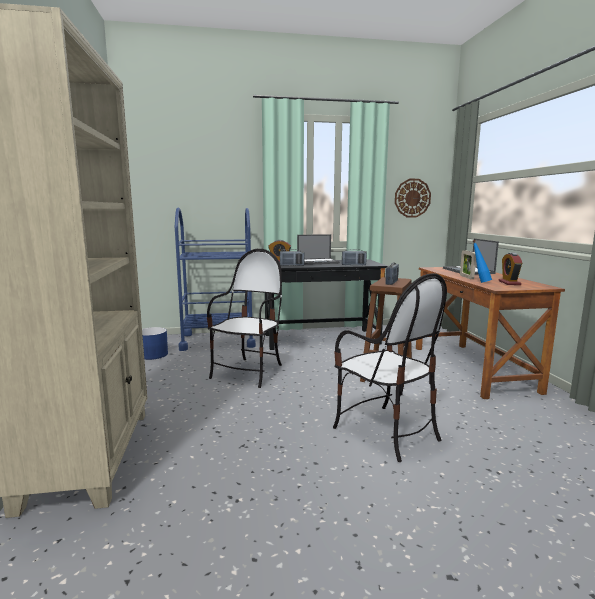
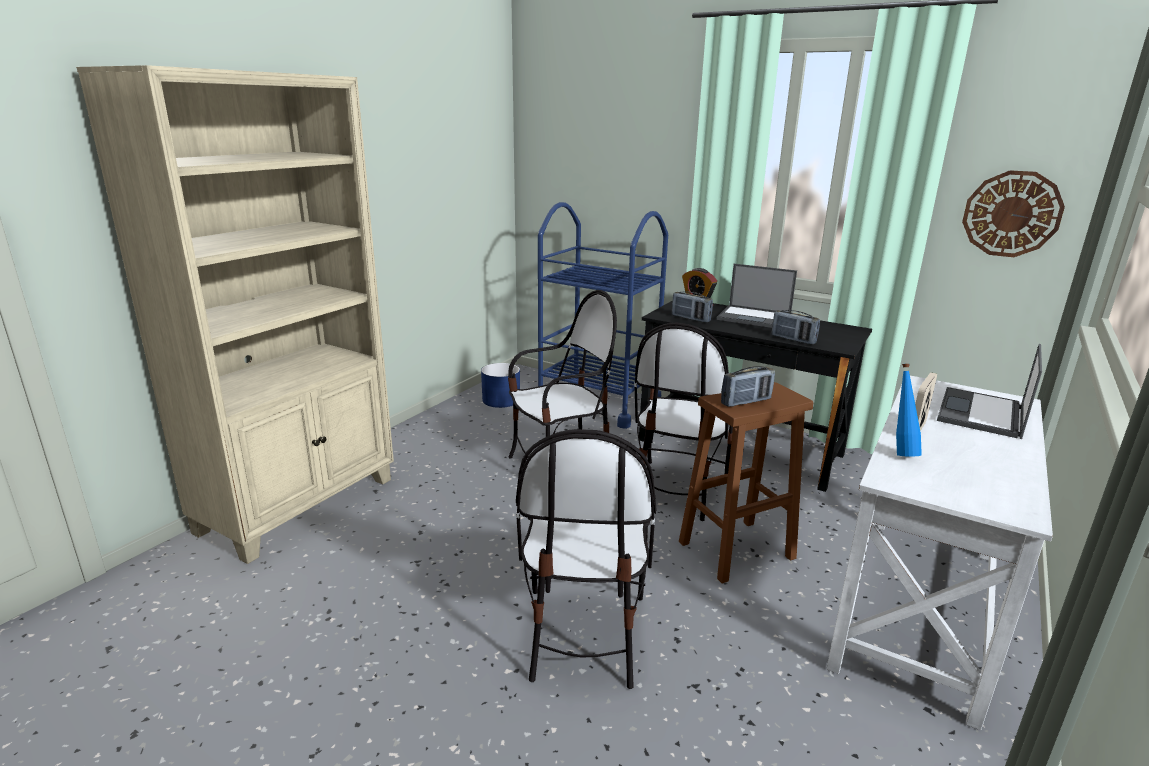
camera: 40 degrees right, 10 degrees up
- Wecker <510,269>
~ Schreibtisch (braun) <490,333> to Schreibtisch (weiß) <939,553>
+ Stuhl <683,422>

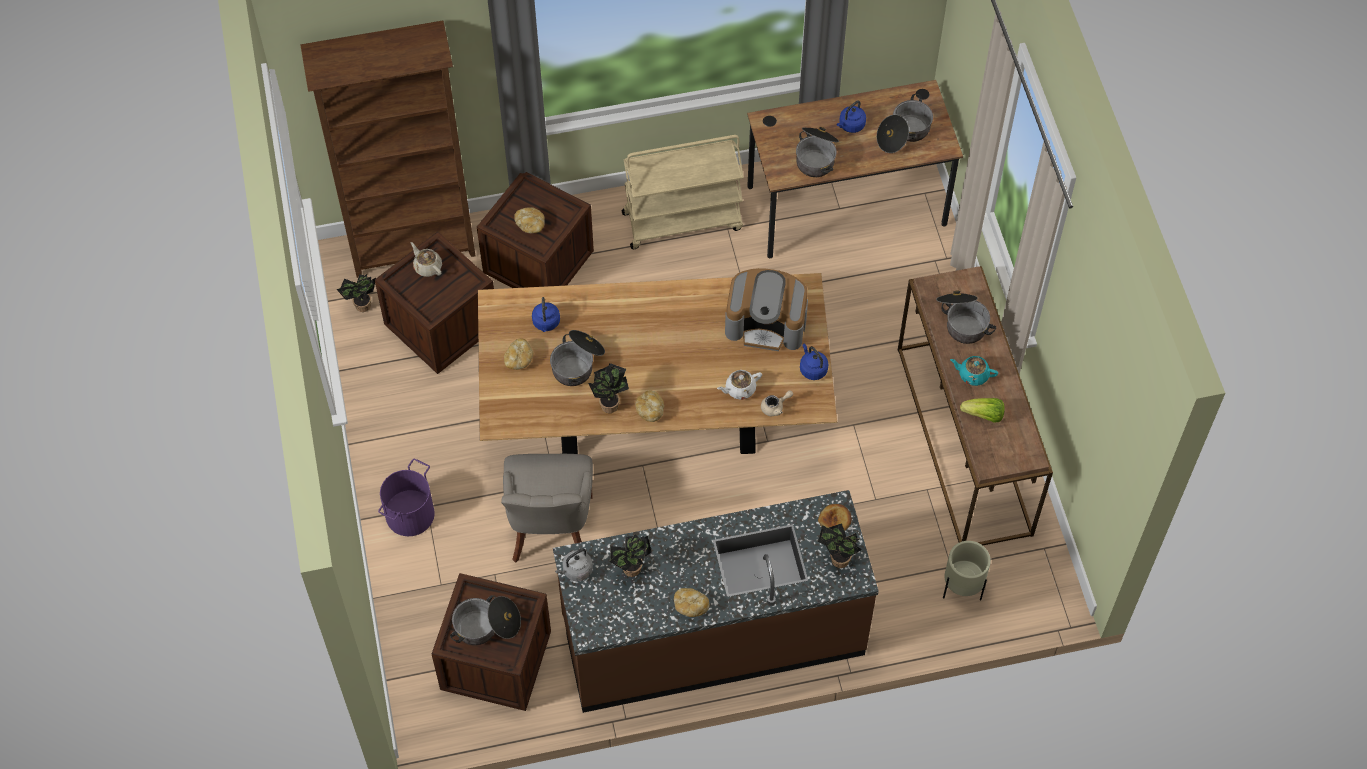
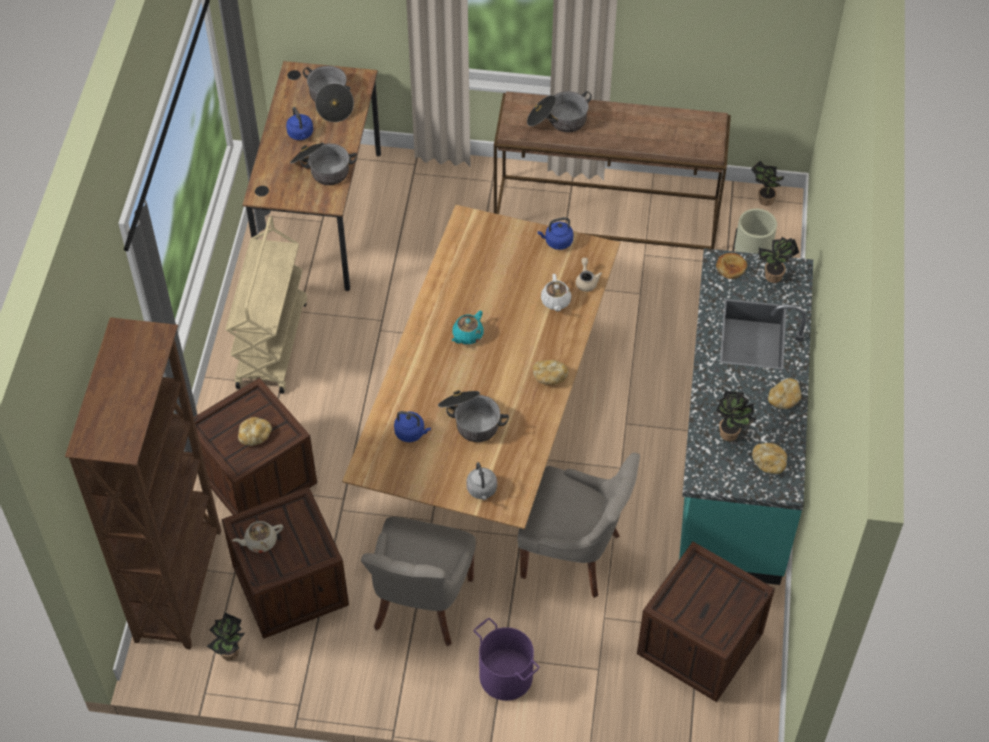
camera: 70 degrees left, 5 degrees down
- Kaffeemaschine <766,309>
~ Brot <519,354> to <769,458>
~ Teekanne (türkis) <974,371> to <468,327>
~ Topfpflanze <608,388> to <767,183>
- Salatkopf <982,410>
~ Küchenzeile (braun) <716,601> to Küchenzeile (türkis) <746,416>
~ Wasserkessel (grau) <574,564> to <481,481>
- Kochtopf <485,620>
+ Stuhl (grau) <418,581>

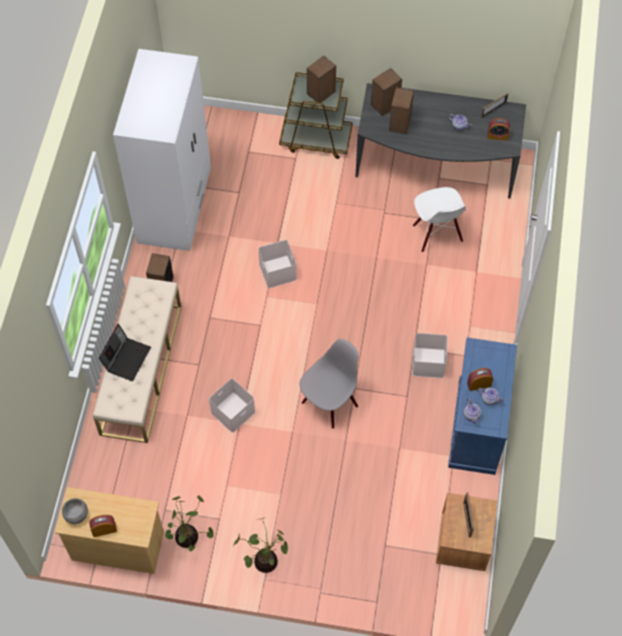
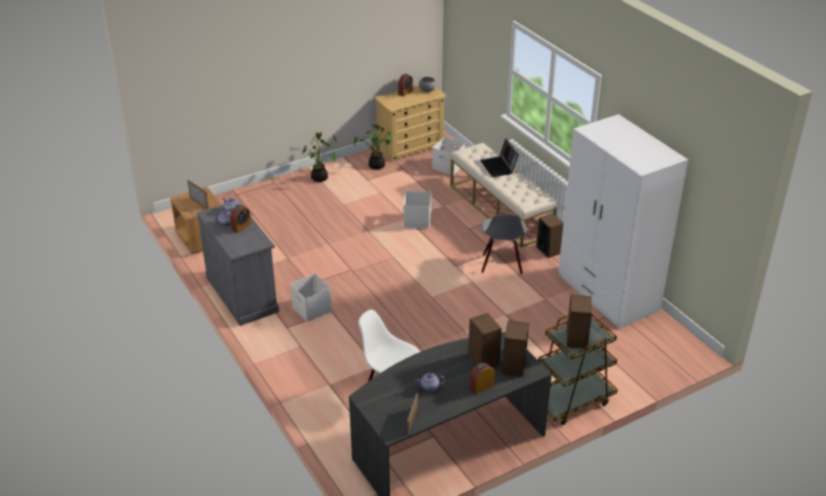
camera: 140 degrees right, 25 degrees down
~ Wecker <498,129> to <482,378>
~ Aufbewahrungsbox (weiß) <277,264> to <448,156>
~ Schrank (blau) <482,406> to Schrank (grau) <238,263>
~ Stuhl (grau) <329,384> to <503,245>

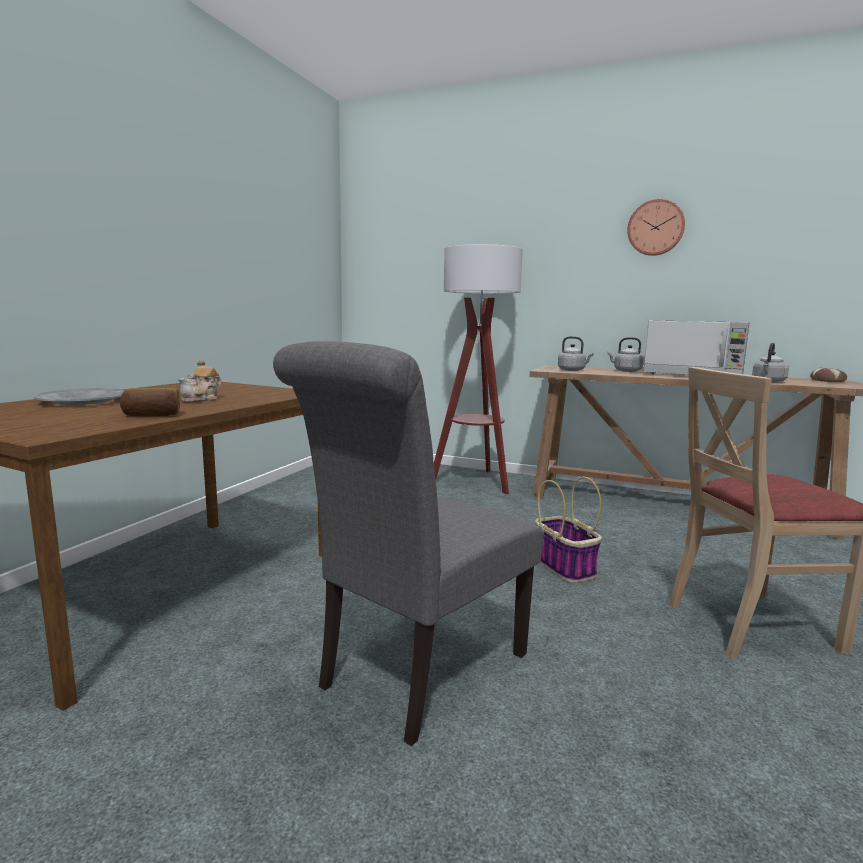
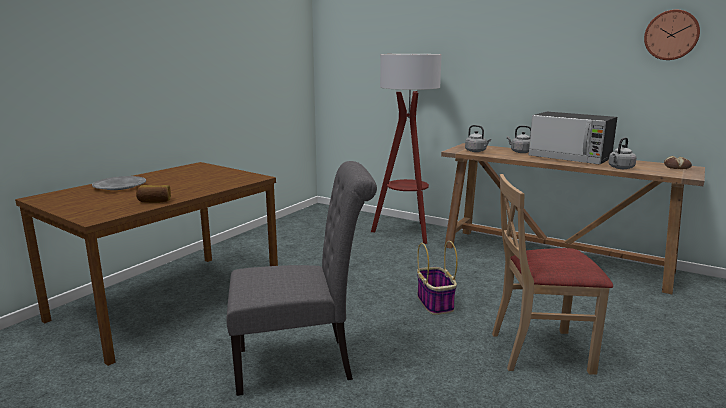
camera: 10 degrees right, 5 degrees up
~ Wanduhr <656,227> to <672,35>
~ Stuhl (grau) <408,543> = <301,278> 150 degrees counterclockwise
- Teekanne <199,380>

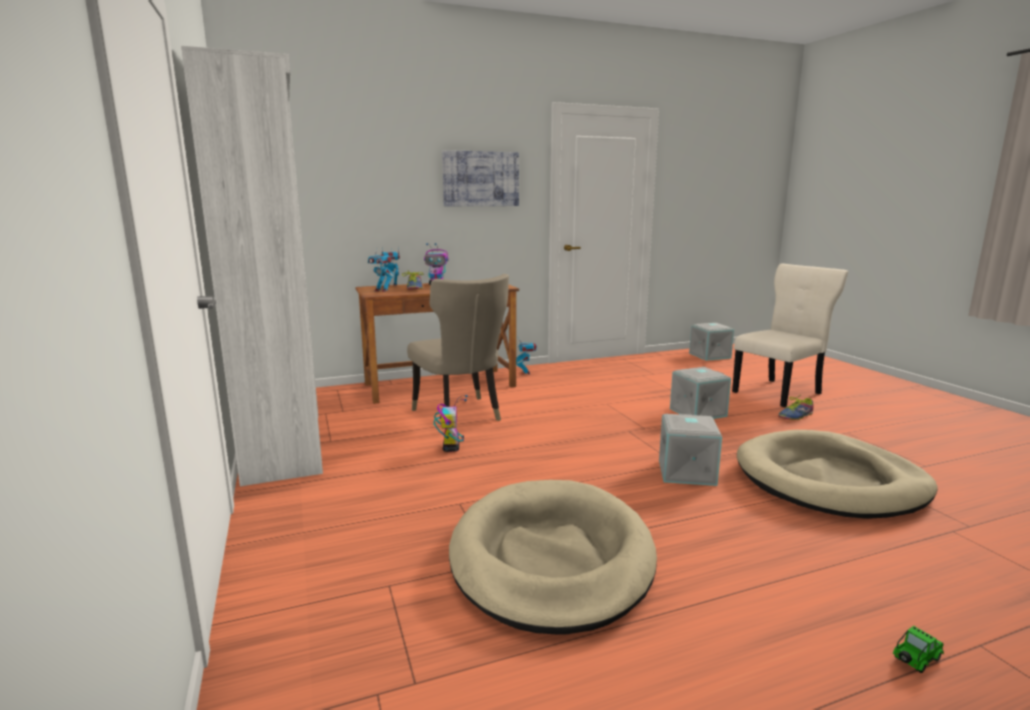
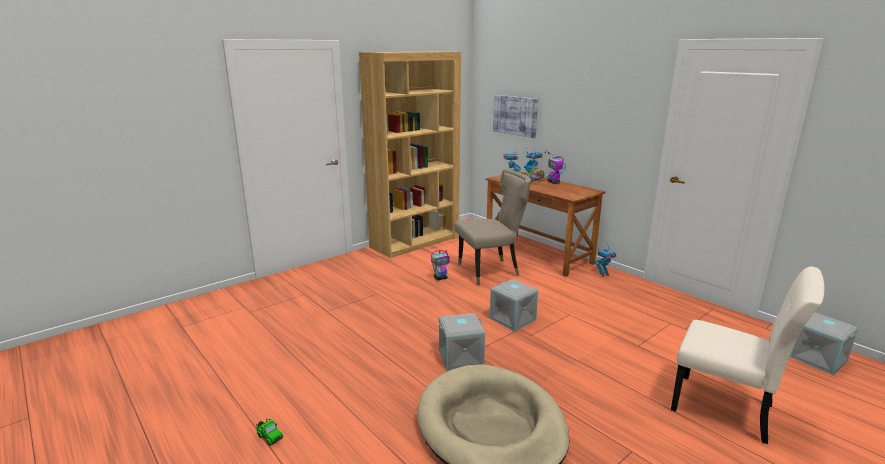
camera: 70 degrees right, 5 degrees up
~ Bücherregal (weiß) <252,266> to Bücherregal (braun) <410,155>
~ Bild <480,178> to <515,116>
~ Stuhl (beige) <458,347> = <493,227> 150 degrees counterclockwise
~ Aufbewahrungsbox (grau) <700,393> to <514,305>
- Schuh <796,407>
- Hundebett (beige) <553,557>

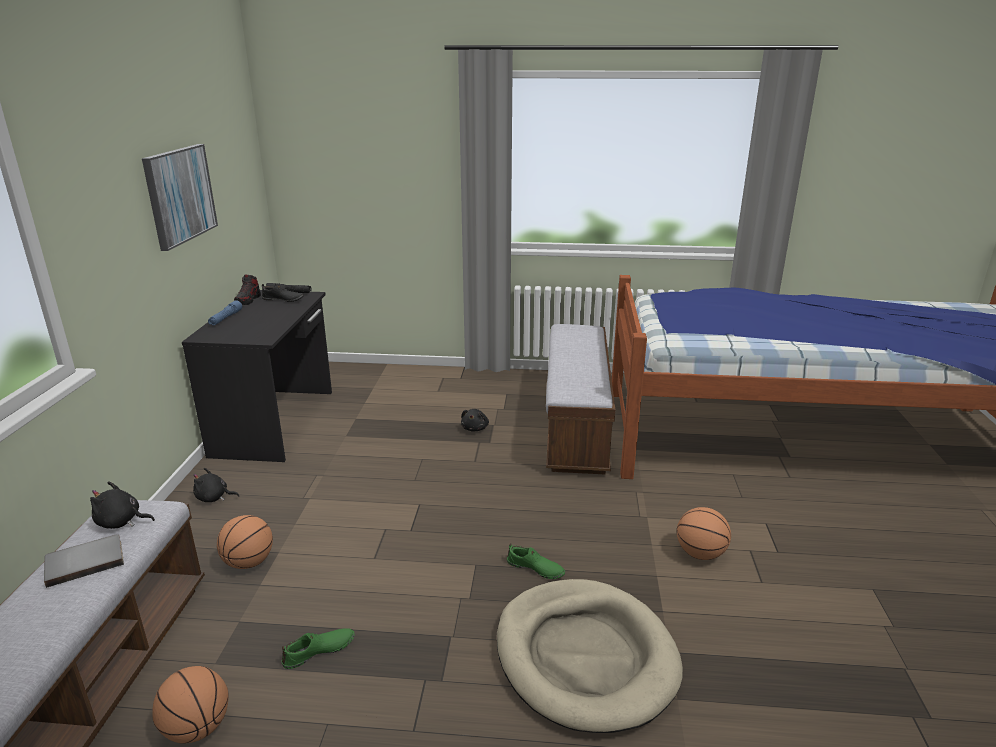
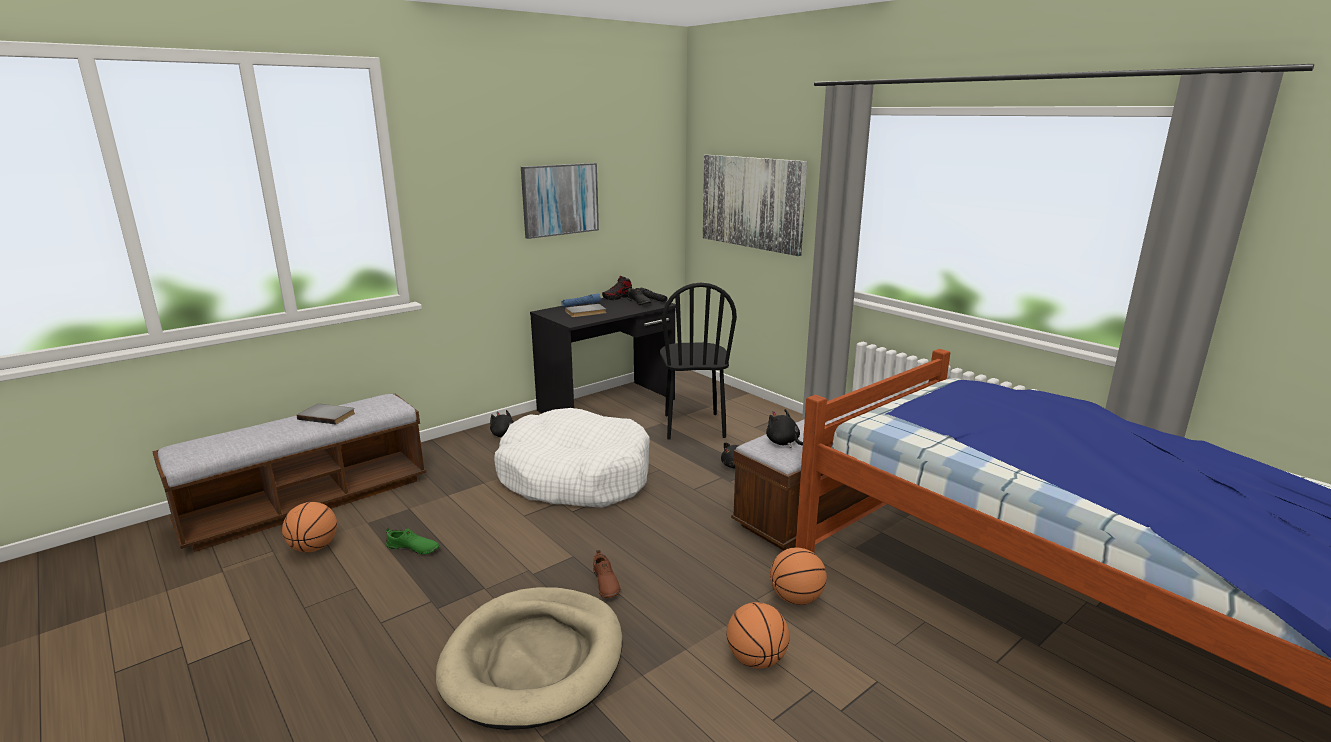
camera: 45 degrees right, 5 degrees down
~ Plüschtier (schwarz) <122,505> to <784,428>
~ Basketball <245,542> to <798,576>
~ Schuh (grün) <536,561> to Schuh (braun) <607,574>
+ Bild <755,205>
+ Stuhl (schwarz) <698,361>
+ Buch (grau) <585,310>
+ Hundebett (weiß) <572,458>

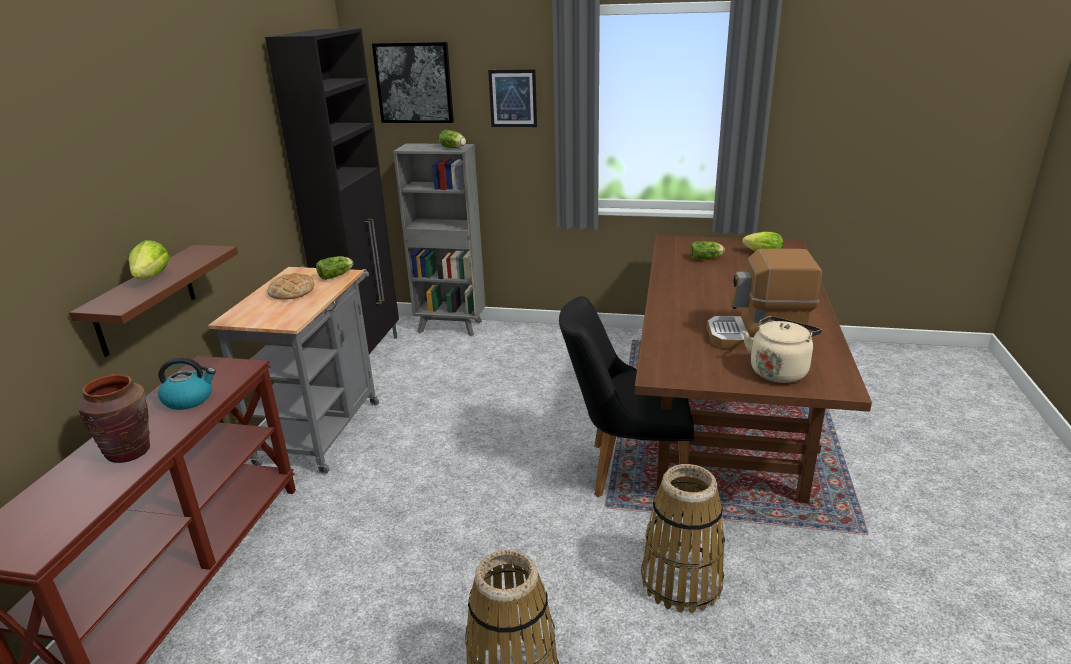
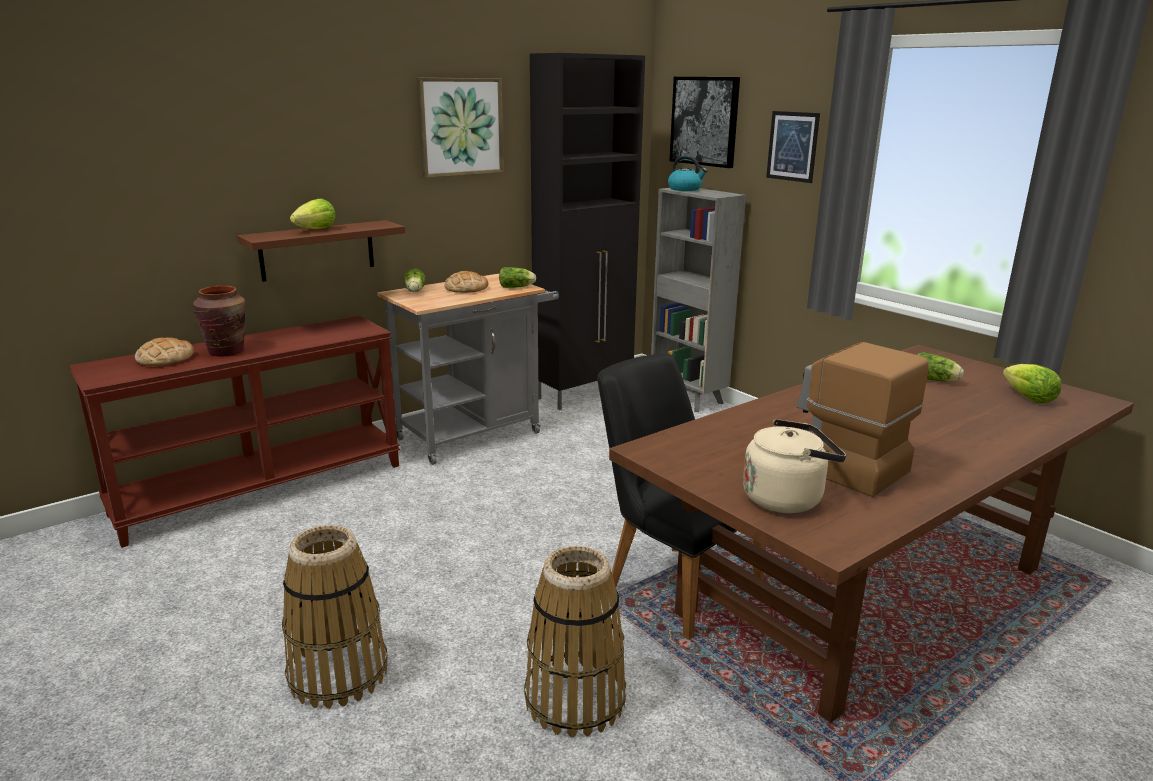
camera: 40 degrees right, 5 degrees down
~ Salatkopf <452,139> to <414,280>
~ Wasserkessel <187,383> to <687,173>
+ Bild <460,128>
+ Brot <164,351>

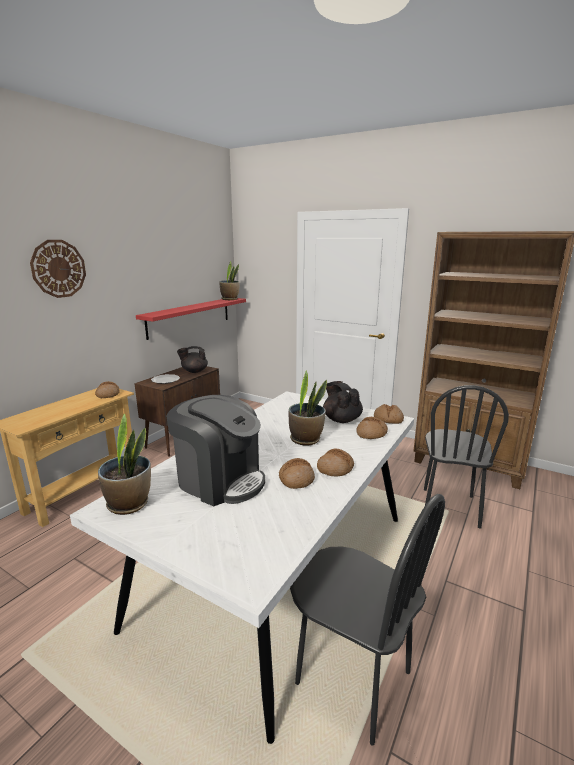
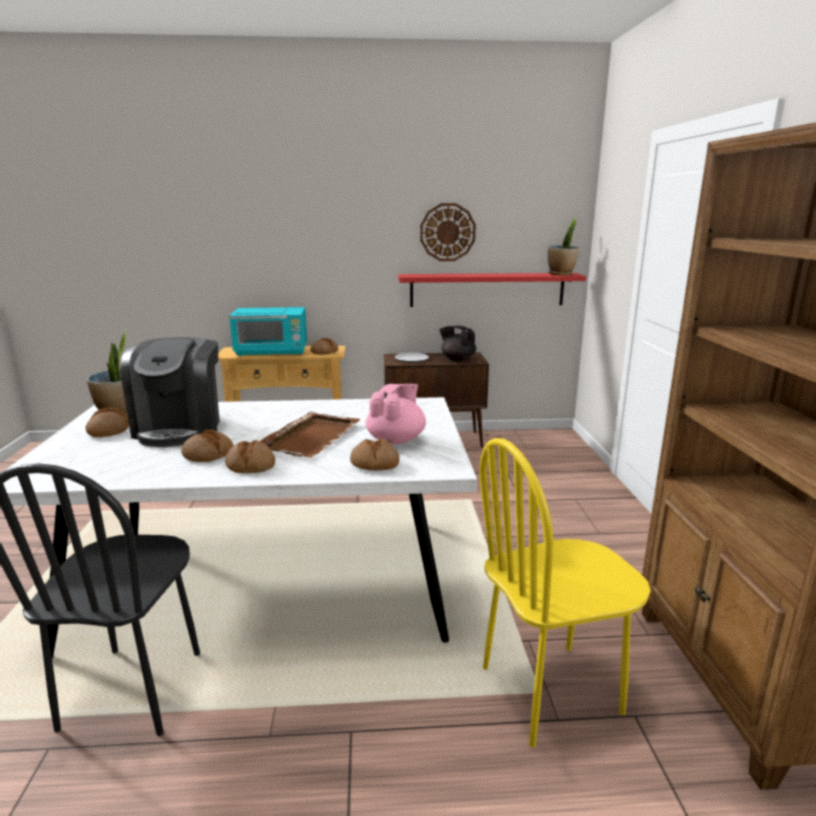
camera: 55 degrees right, 0 degrees up
~ Wanduhr <58,269> to <448,232>
~ Topfpflanze <308,407> to Tablett (braun) <310,435>
~ Teekanne (schwarz) <343,402> to Teekanne (rosa) <396,414>
~ Stuhl (schwarz) <466,457> to Stuhl (gelb) <565,593>
~ Brot <389,414> to <107,422>
+ Mikrowelle (türkis) <268,331>

